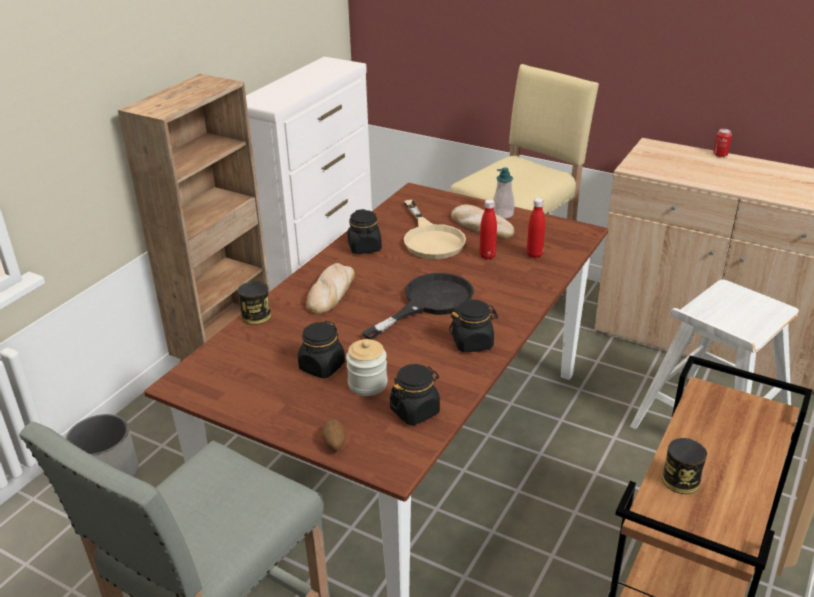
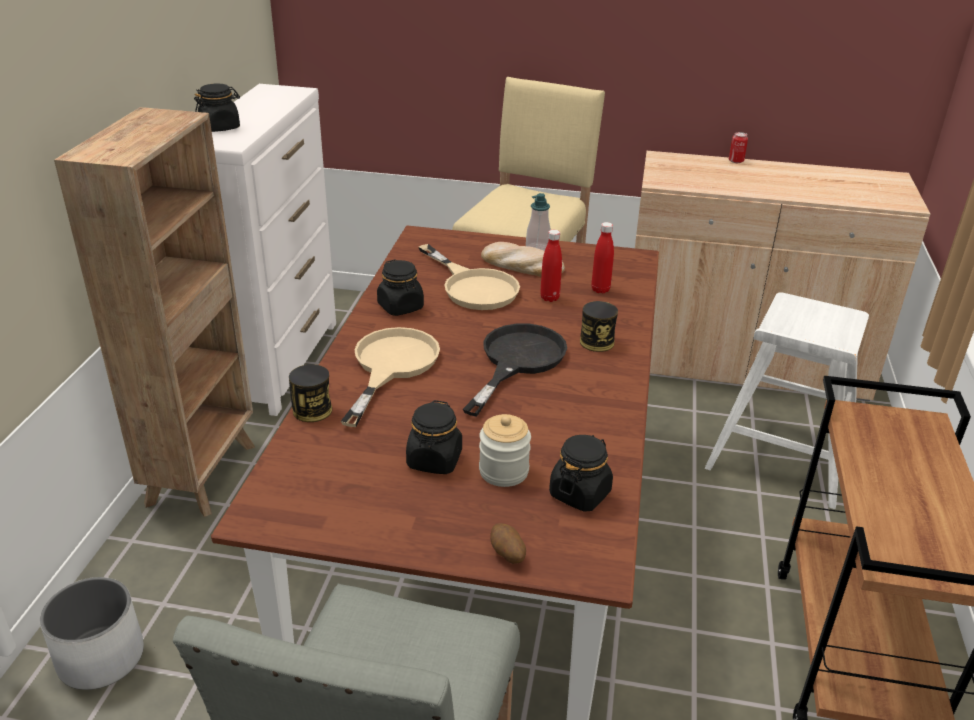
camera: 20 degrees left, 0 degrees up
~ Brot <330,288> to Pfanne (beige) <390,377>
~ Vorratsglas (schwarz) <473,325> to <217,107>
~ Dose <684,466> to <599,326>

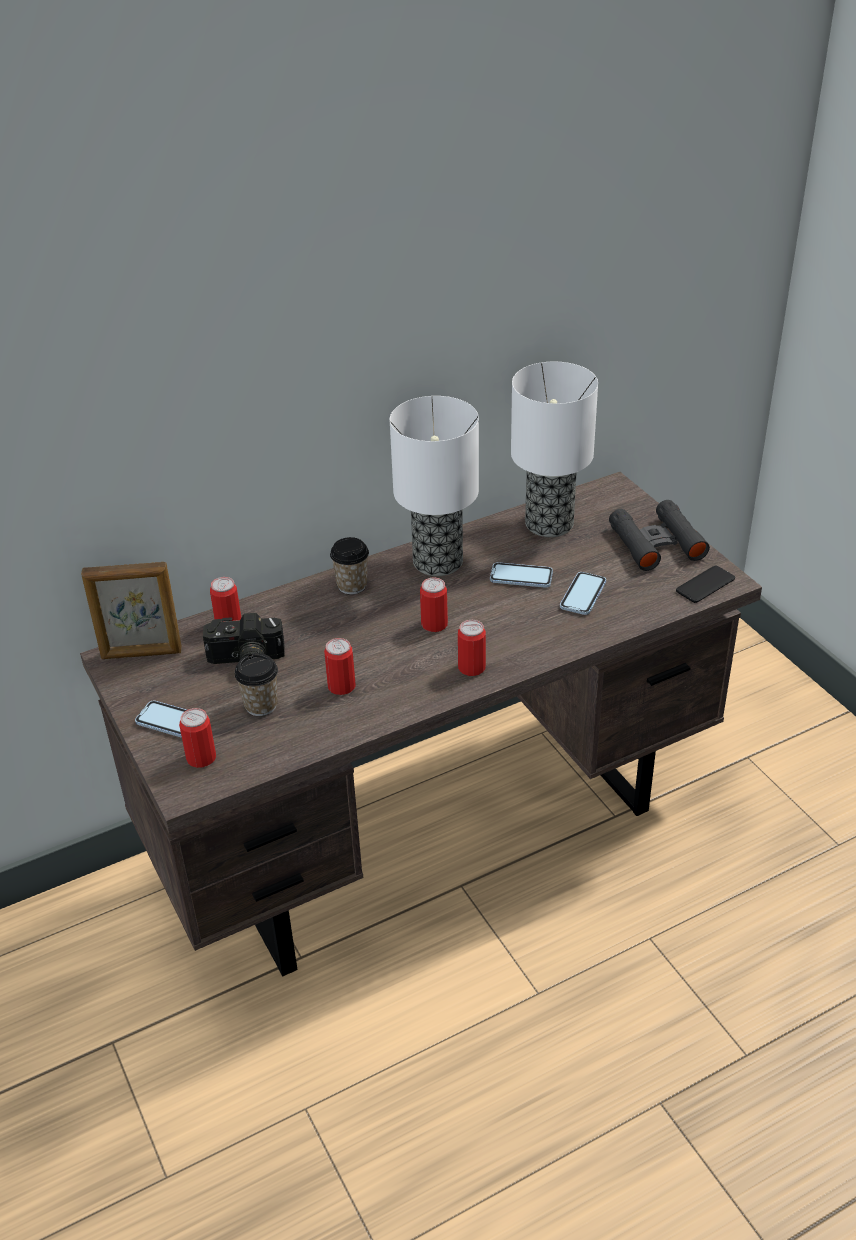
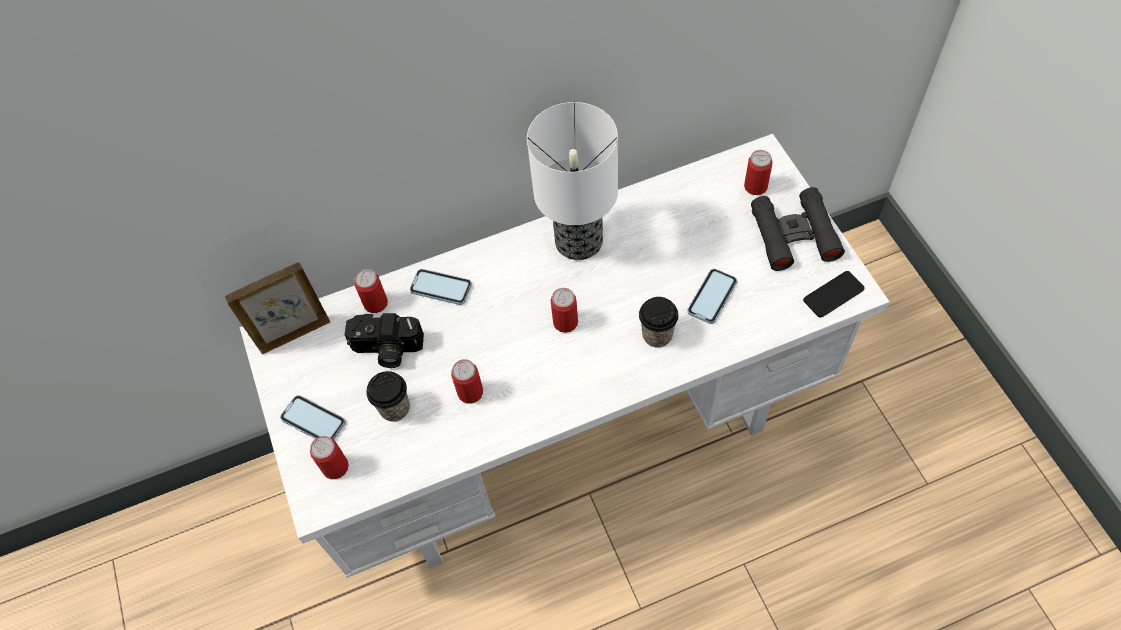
camera: 10 degrees right, 20 degrees up
- Tischlampe <554,449>
~ Schreibtisch (braun) <421,724> to Schreibtisch (weiß) <565,356>
~ Tasse <349,565> to <658,322>
~ Bilderrahmen <131,610> = <277,308> 150 degrees clockwise
~ Handy <521,575> to <441,287>
~ Dose <472,648> to <758,172>

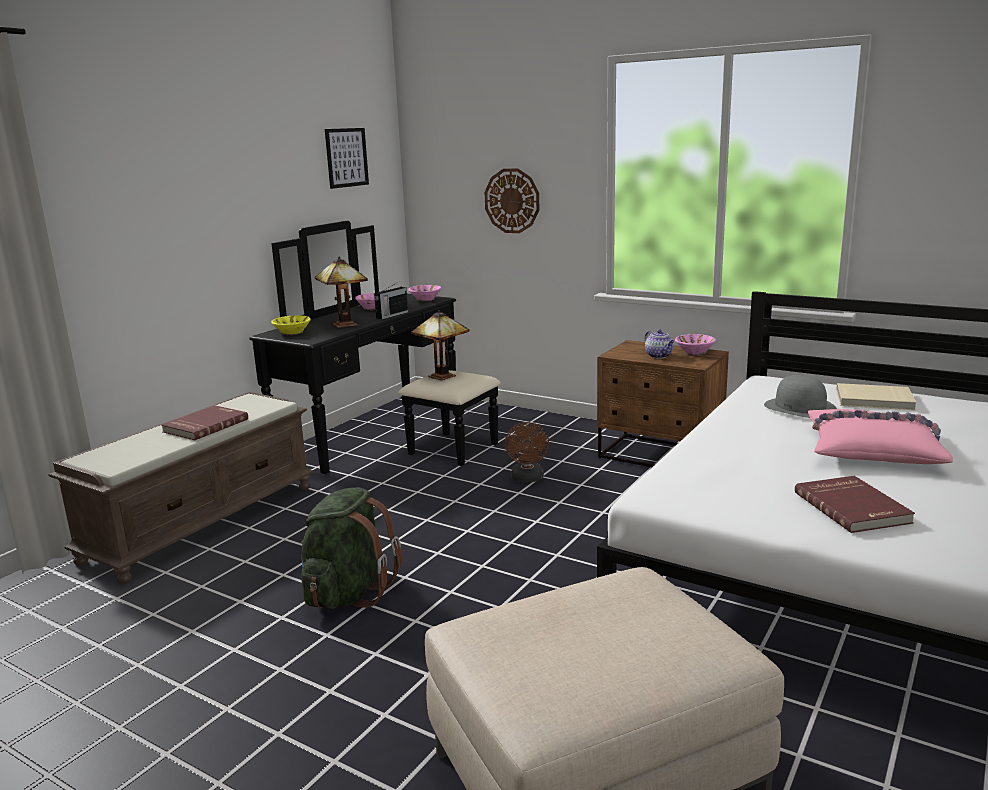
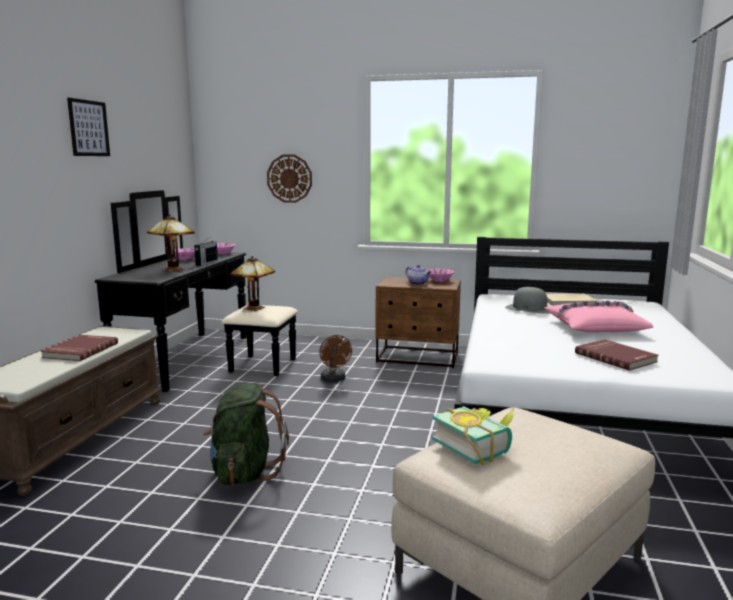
camera: 20 degrees left, 5 degrees down
~ Bild <347,158> to <88,127>
- Schüssel (gelb) <291,325>
+ Buch <473,436>

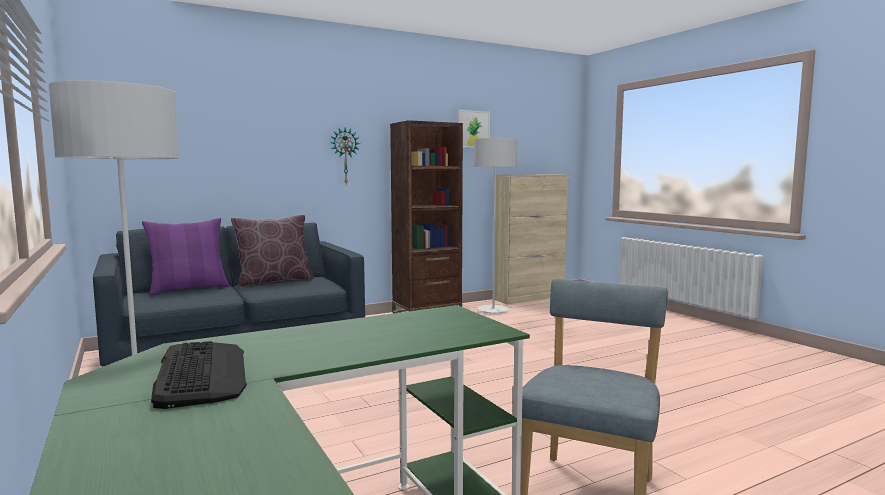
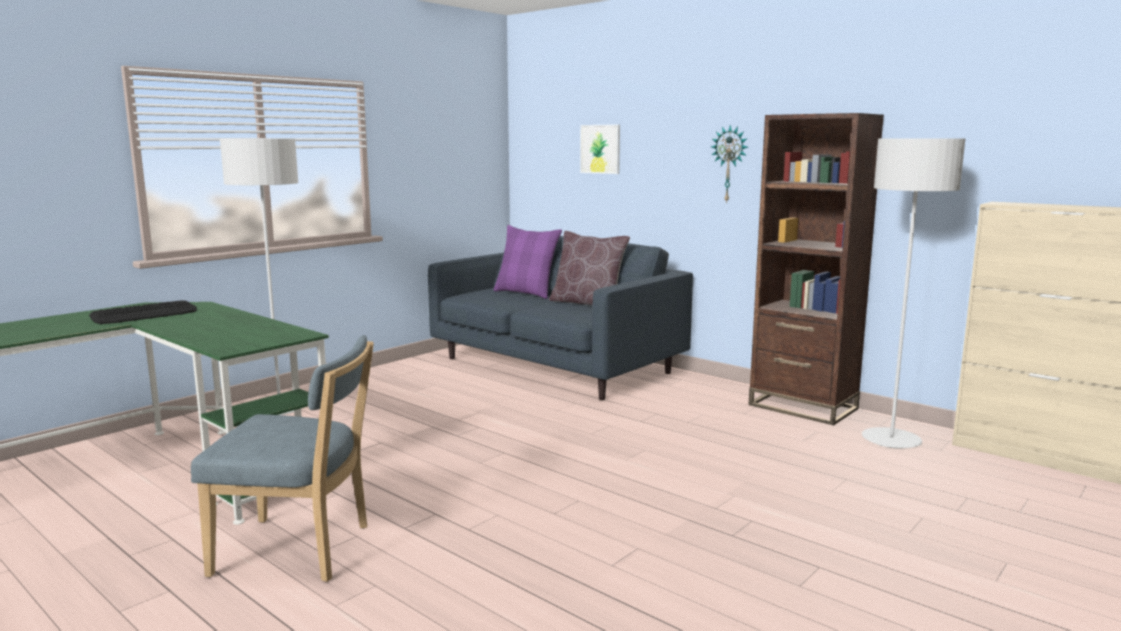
camera: 70 degrees right, 5 degrees up
~ Bild <474,129> to <600,149>

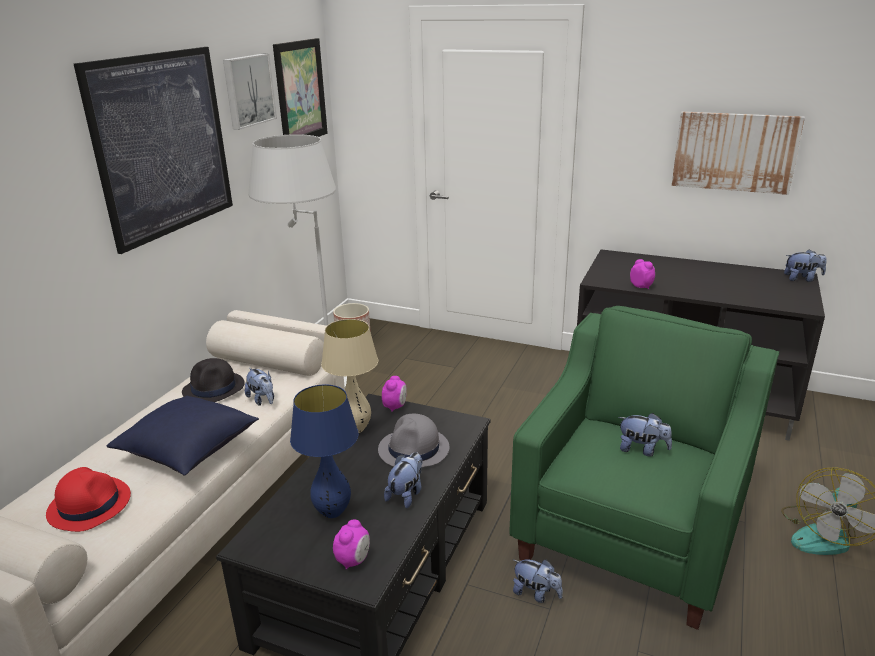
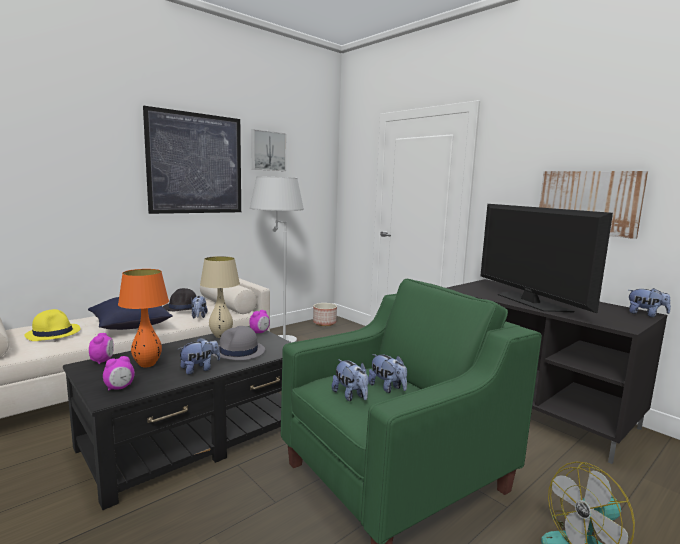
camera: 25 degrees right, 15 degrees down
- Bild <300,87>
~ Wecker <642,274> to <101,348>
~ Tischlampe (blau) <324,451> to Tischlampe (orange) <143,318>
~ Hut (rot) <88,499> to Hut (gelb) <52,325>
~ Plüschtier <538,581> to <350,380>
+ Fernseher <546,258>

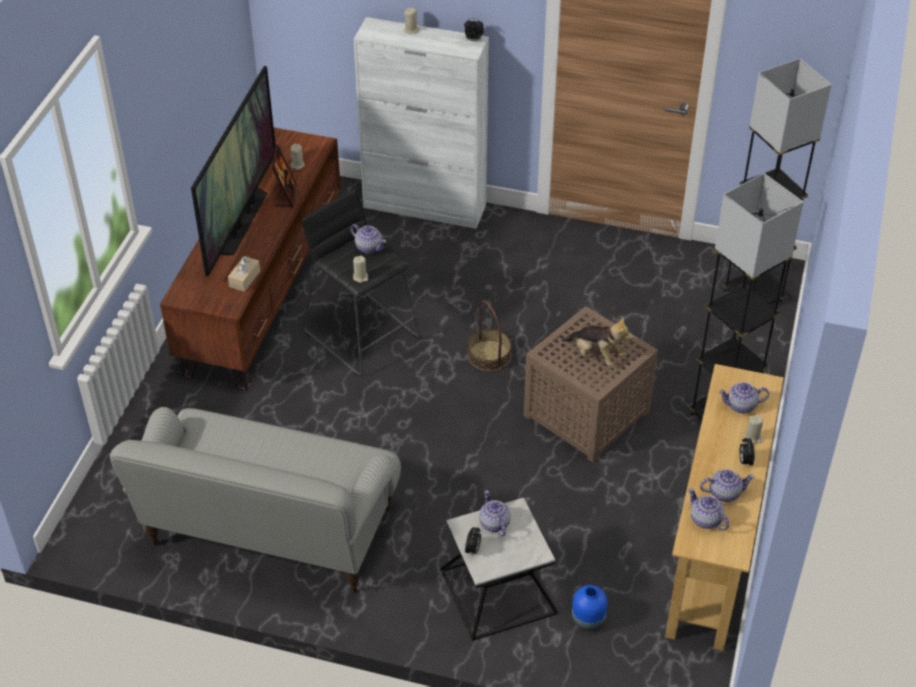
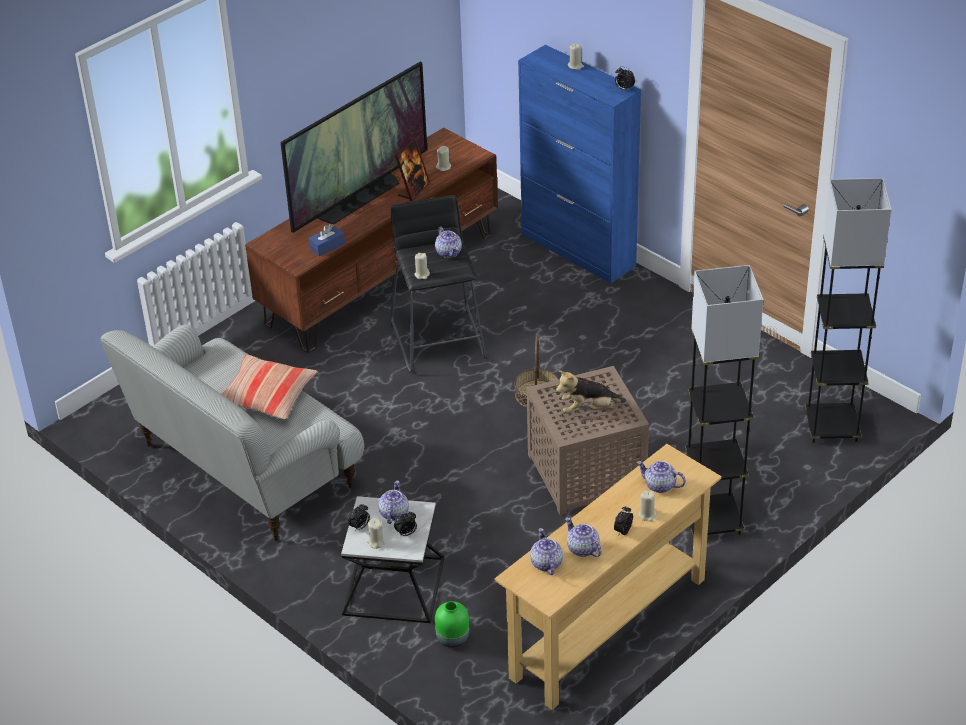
camera: 30 degrees right, 5 degrees down
~ Schrank (weiß) <421,123> to Schrank (blau) <579,164>
~ Taschentuchbox (beige) <244,274> to Taschentuchbox (blau) <327,240>
~ Plüschtier <597,341> = <591,391> 105 degrees clockwise
~ Teekanne <727,485> = <583,537> 150 degrees counterclockwise
~ Vase (blau) <590,608> to Vase (grün) <452,624>
+ Kissen <269,387>
+ Wecker <405,524>
+ Kerze (beige) <376,533>

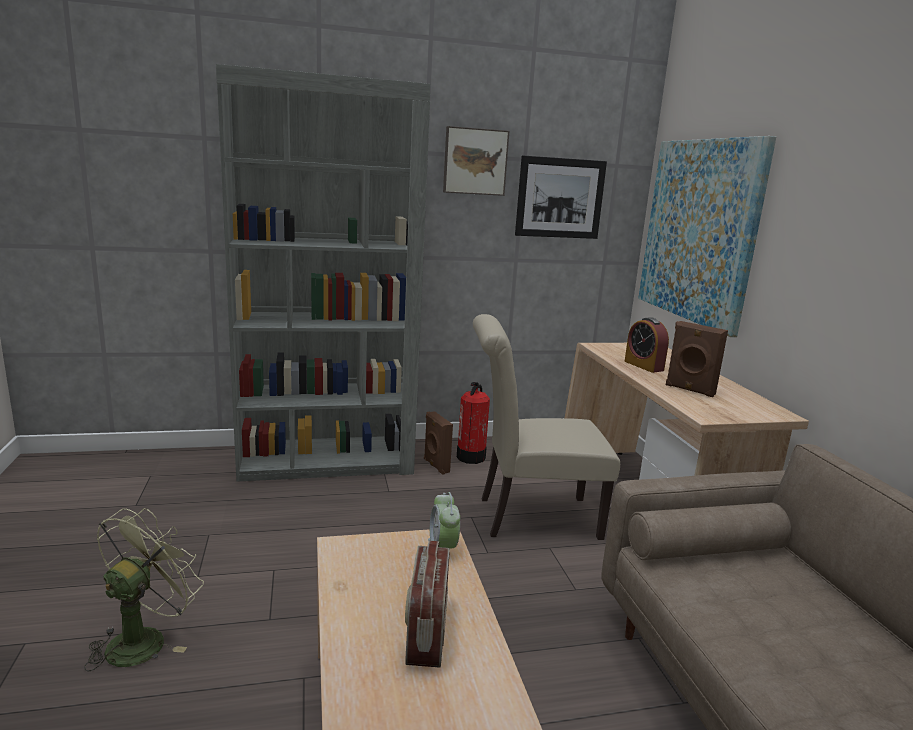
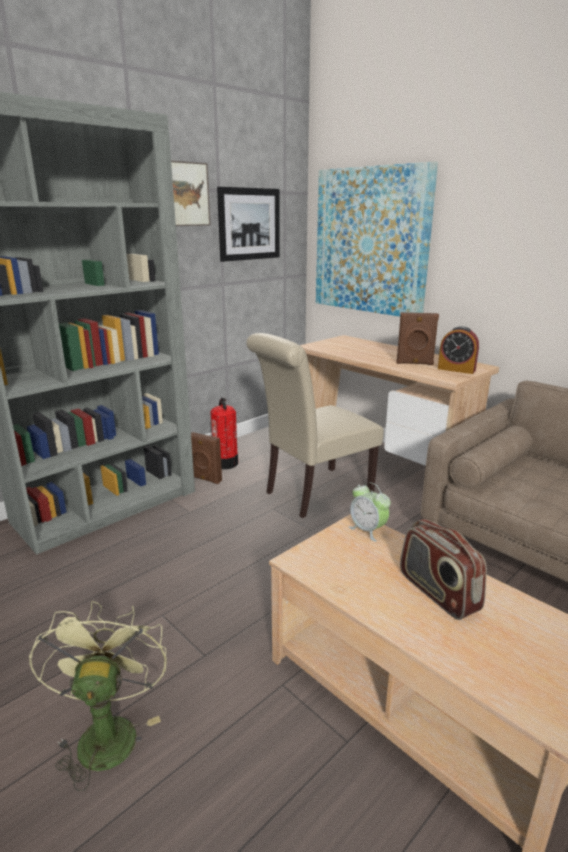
camera: 30 degrees left, 5 degrees up
~ Wecker <646,345> to <458,350>

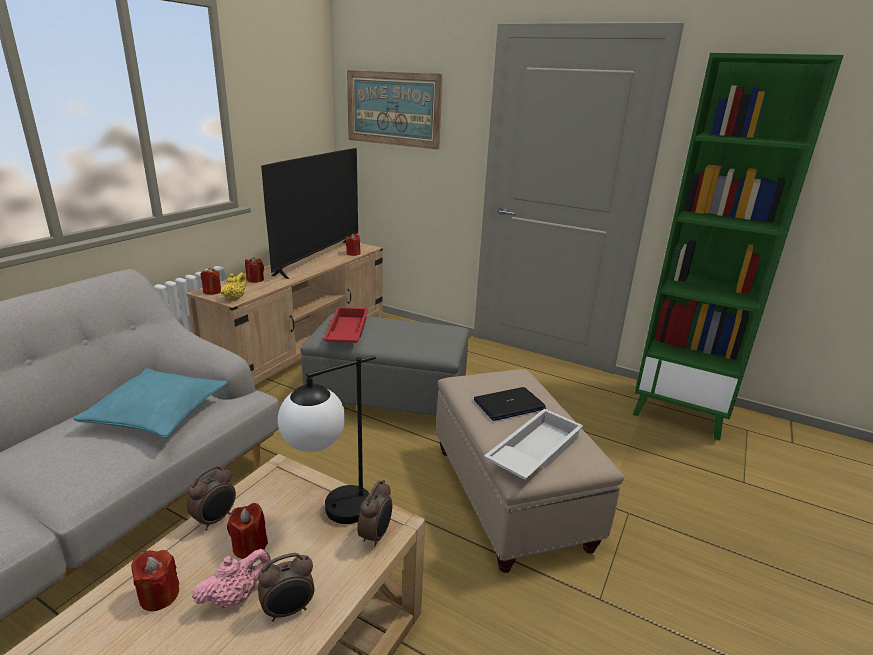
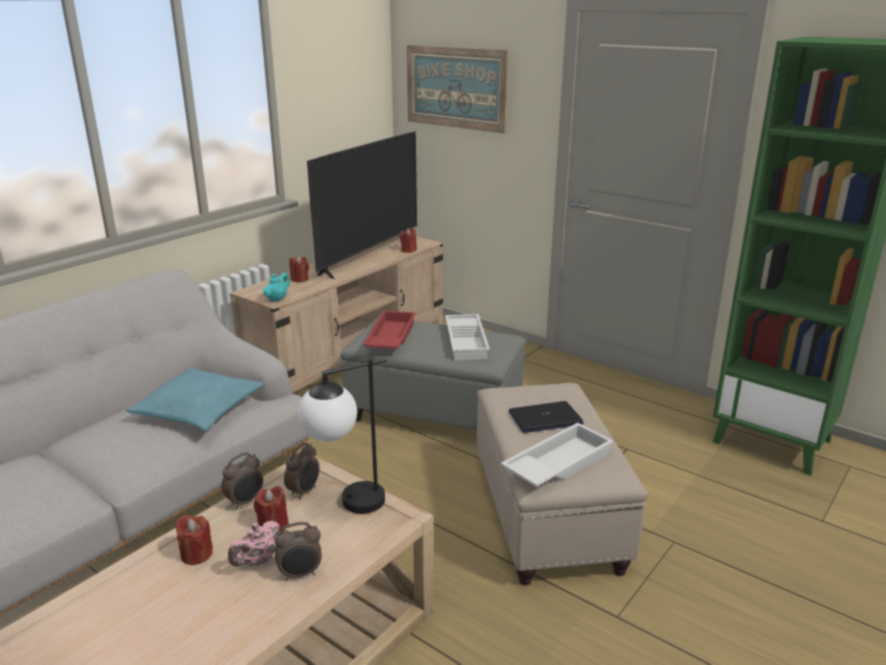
camera: 10 degrees right, 0 degrees up
- Kerze (rot) <210,281>
~ Teekanne (gelb) <234,287> to Teekanne (türkis) <276,287>
~ Wecker <374,513> to <302,471>
~ Teekanne (rosa) <231,578> = <254,543> 150 degrees clockwise
+ Tablett (weiß) <467,337>

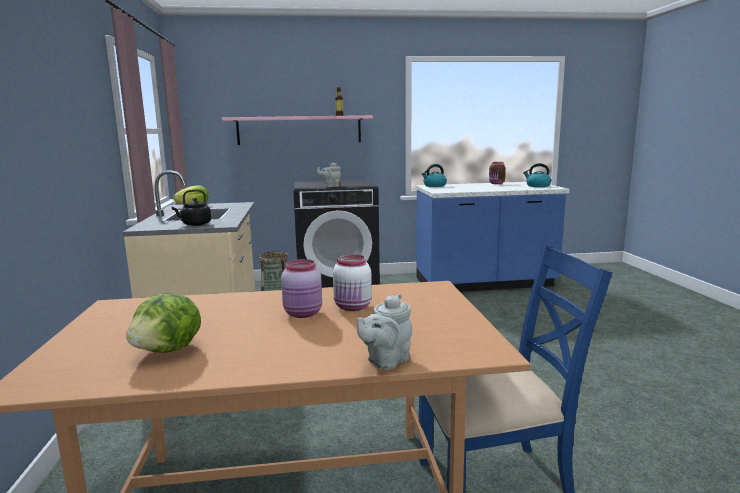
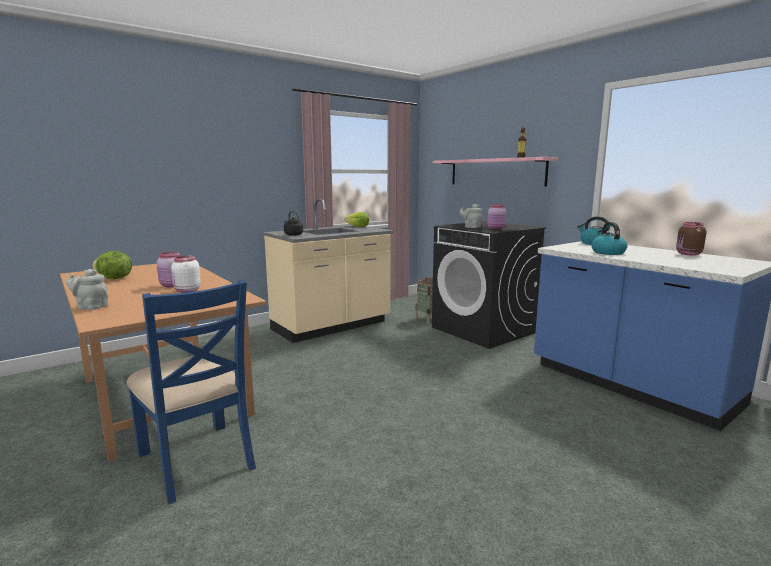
camera: 60 degrees right, 0 degrees up
~ Wasserkessel <537,175> to <609,238>
+ Vorratsglas (rosa) <496,217>

